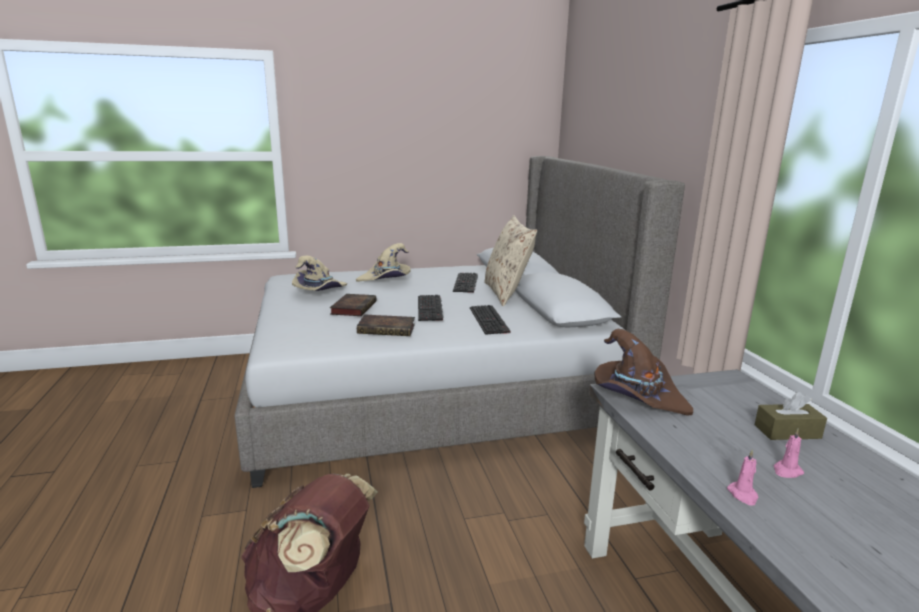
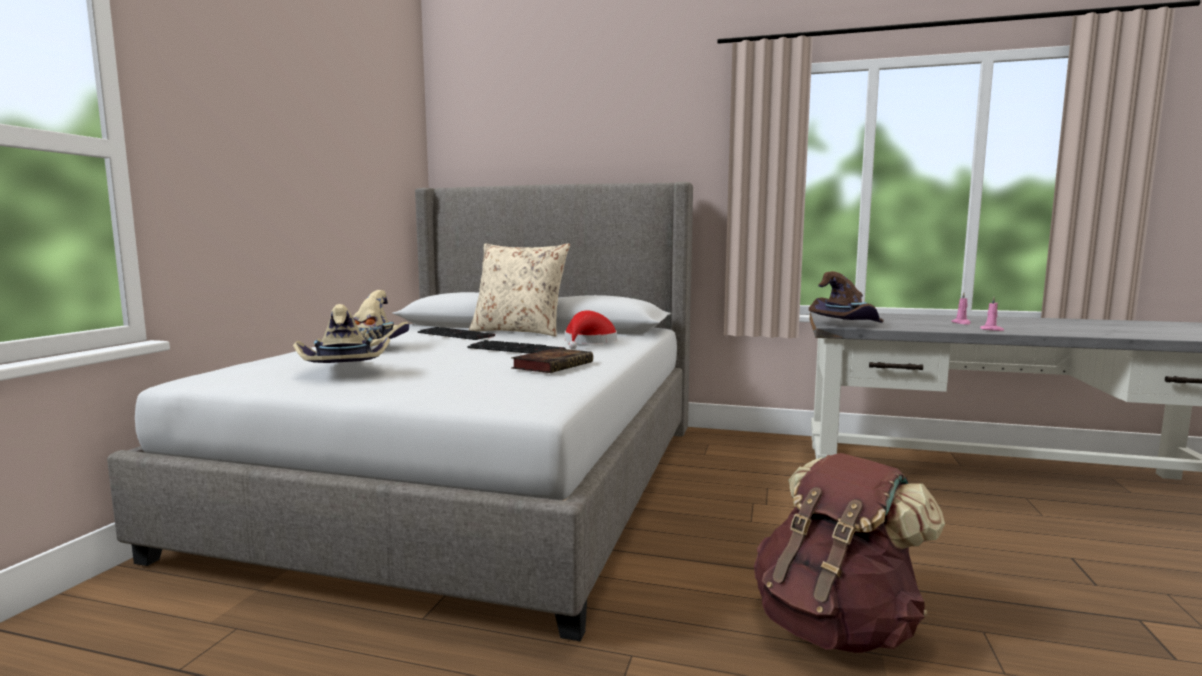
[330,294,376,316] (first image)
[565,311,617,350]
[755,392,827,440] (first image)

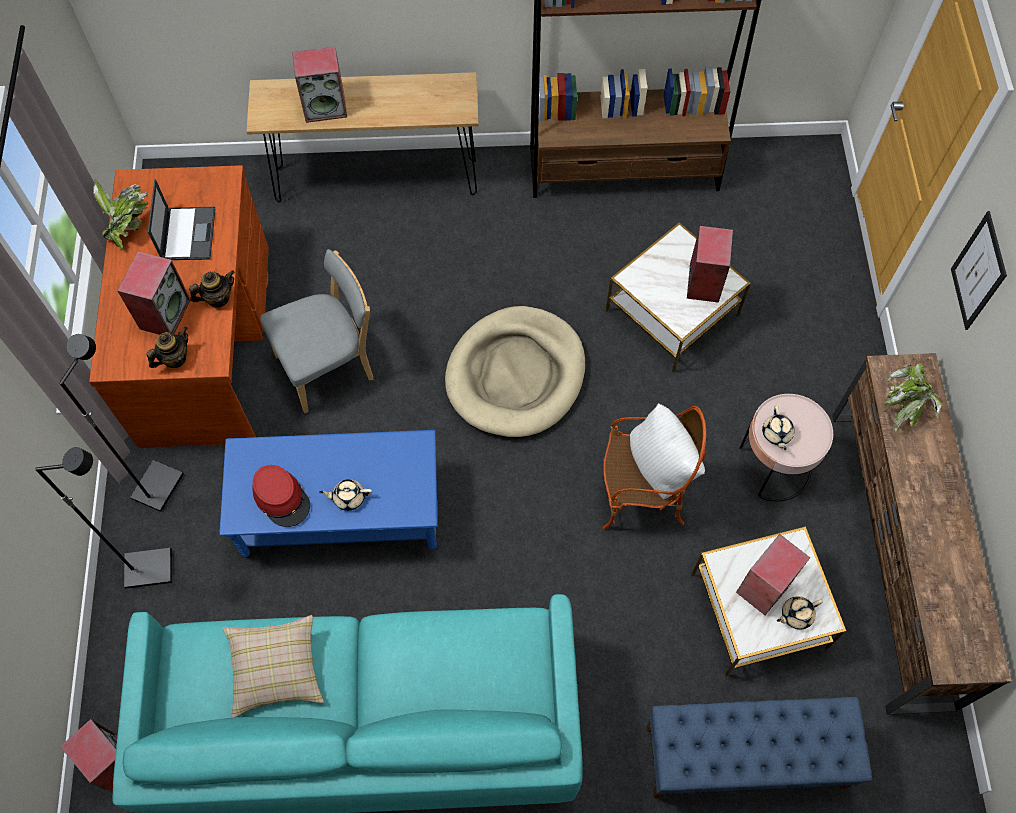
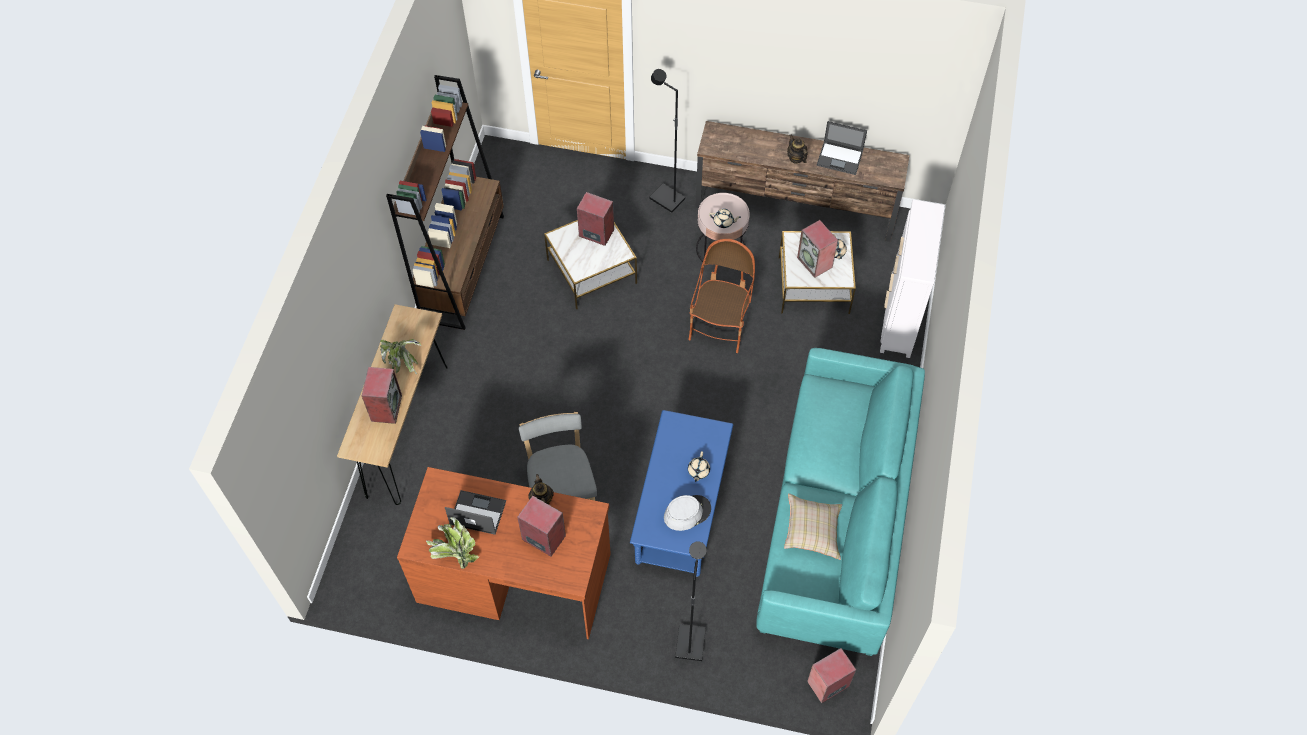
[649,69,685,213]
[787,134,808,164]
[664,495,711,531]
[445,306,585,438] (first image)
[630,403,705,499] (first image)
[880,200,945,358]
[380,339,421,374]
[951,211,1007,330] (first image)
[817,121,867,175]

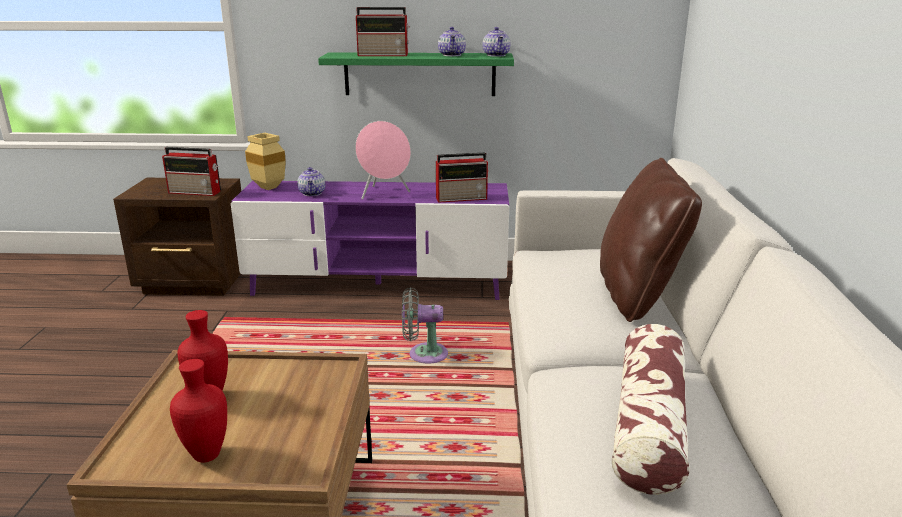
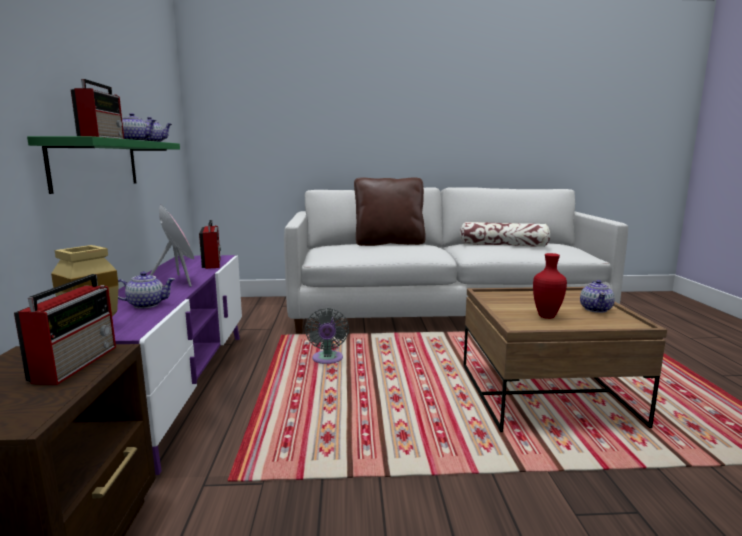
[580,280,615,313]

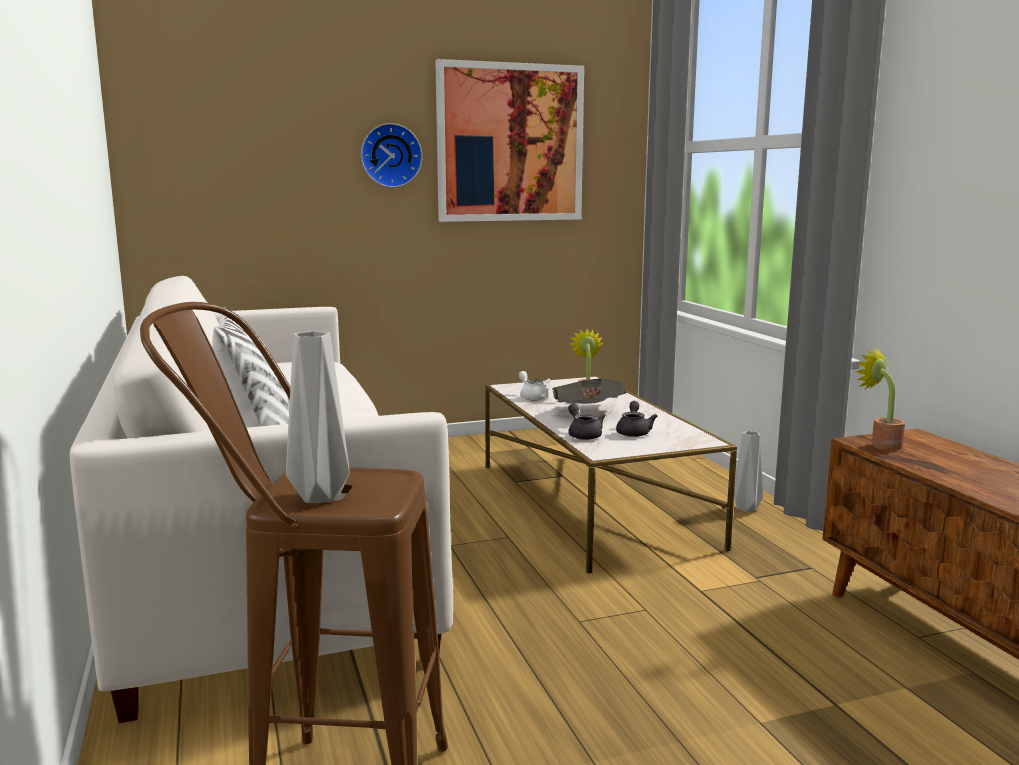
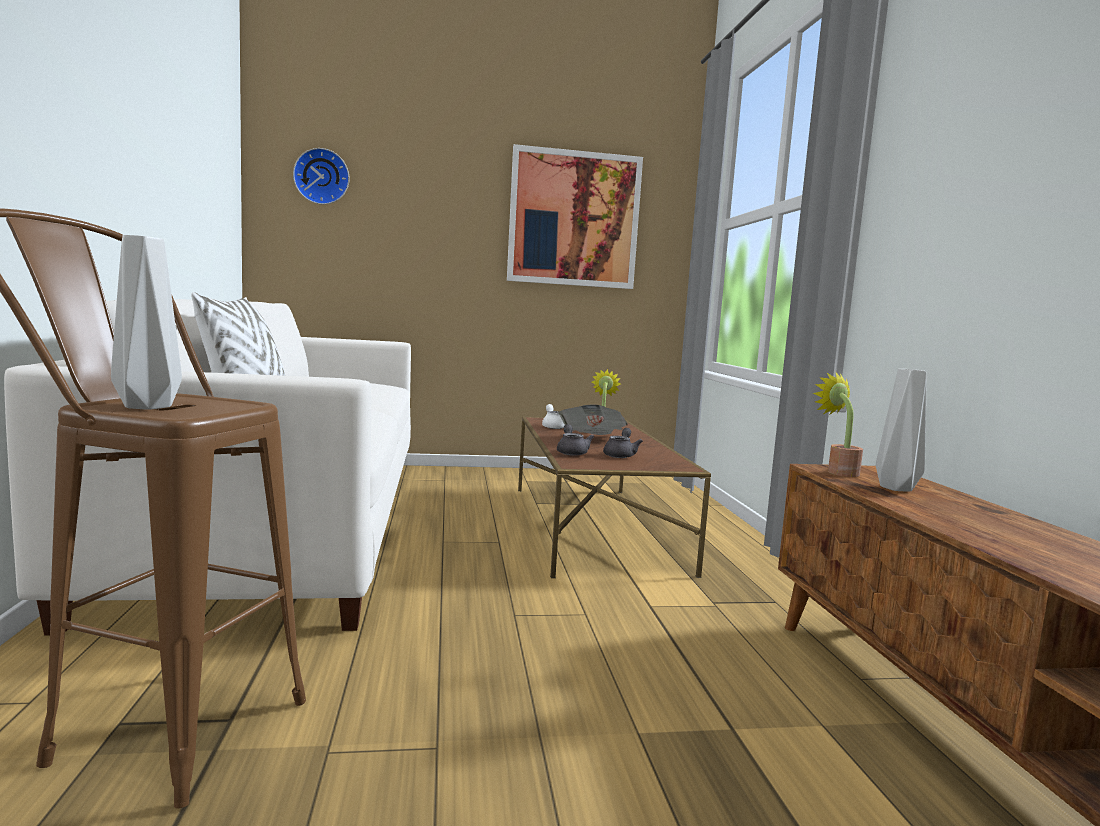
[293,148,350,205]
[518,417,711,578]
[876,369,927,492]

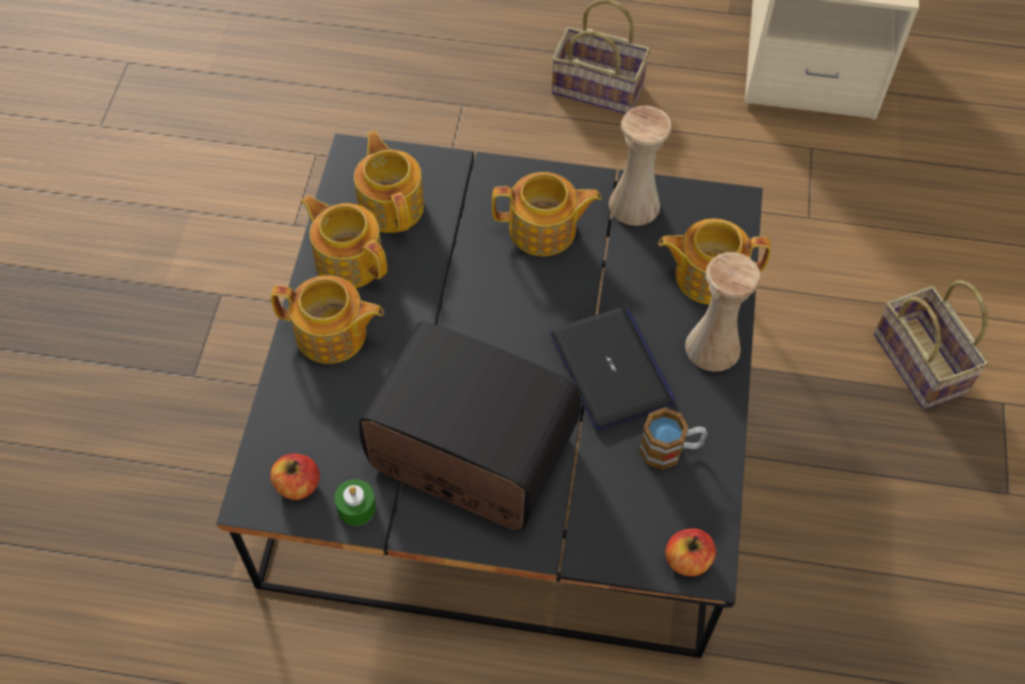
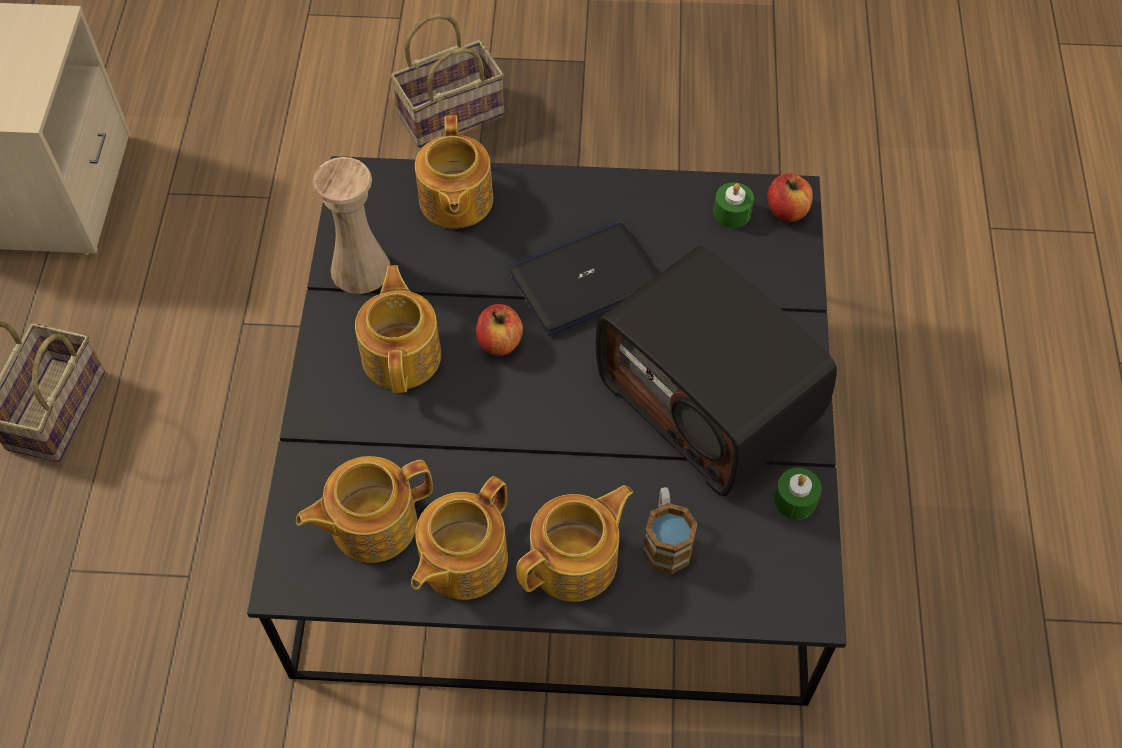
[476,304,523,355]
[516,485,633,602]
[596,246,837,496]
[643,487,698,575]
[685,252,761,372] (first image)
[713,182,754,228]

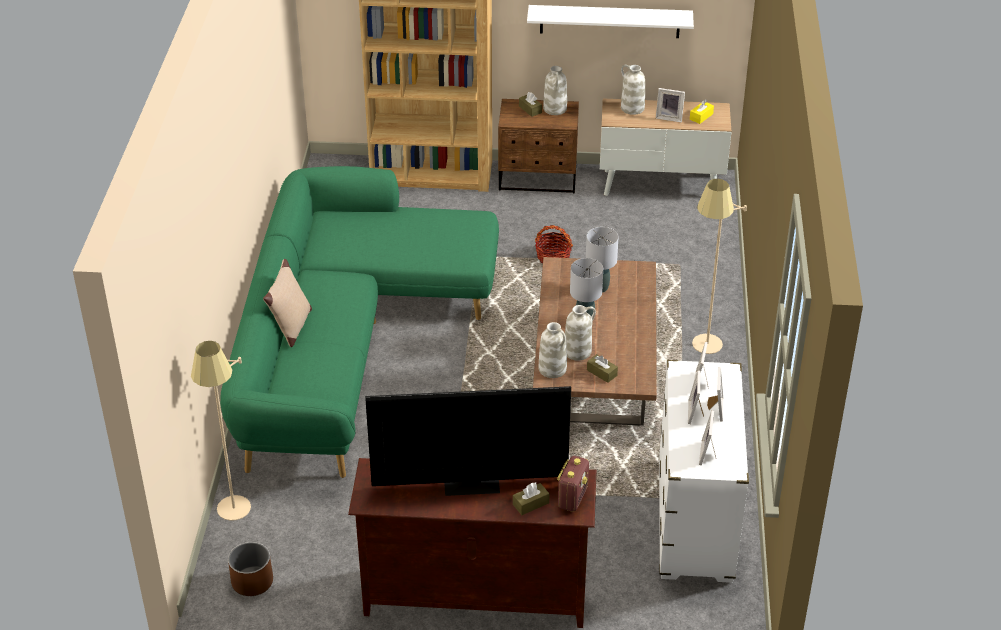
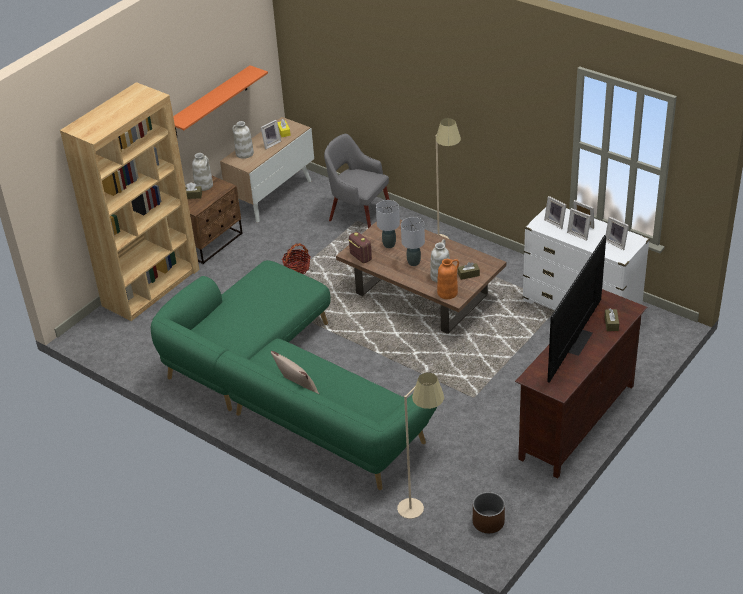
[173,65,268,135]
[437,259,459,299]
[348,232,372,263]
[324,134,390,228]

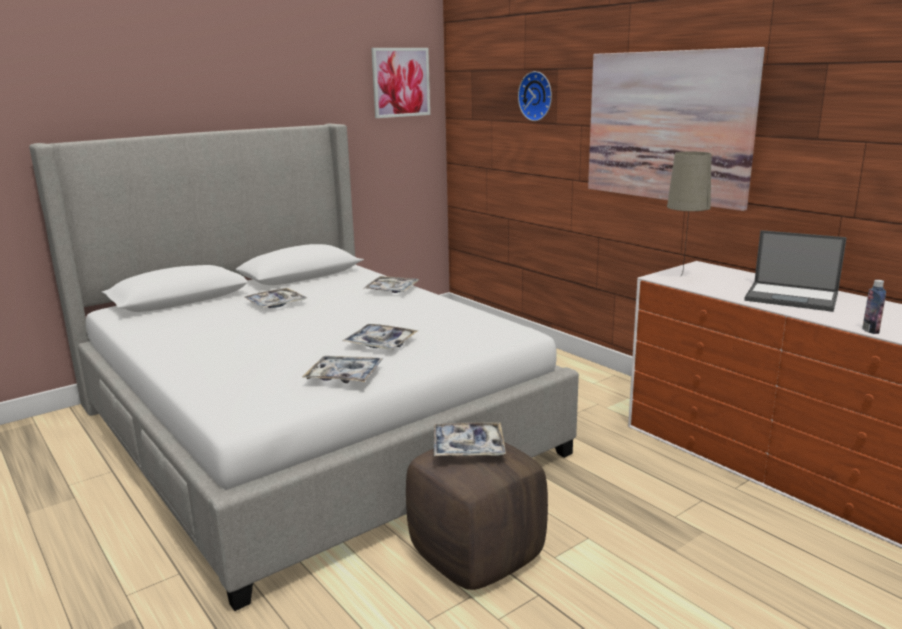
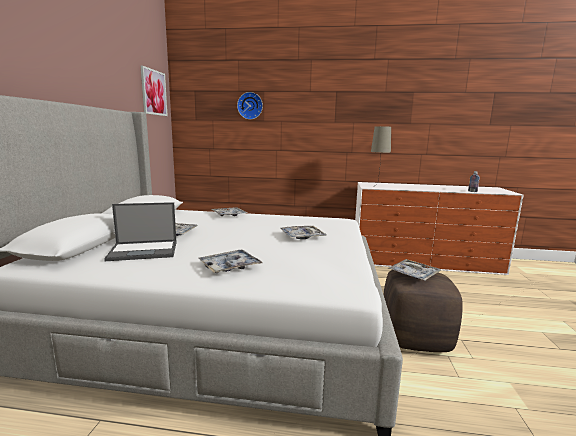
[199,249,262,273]
[588,47,765,211] (first image)
[104,202,177,261]

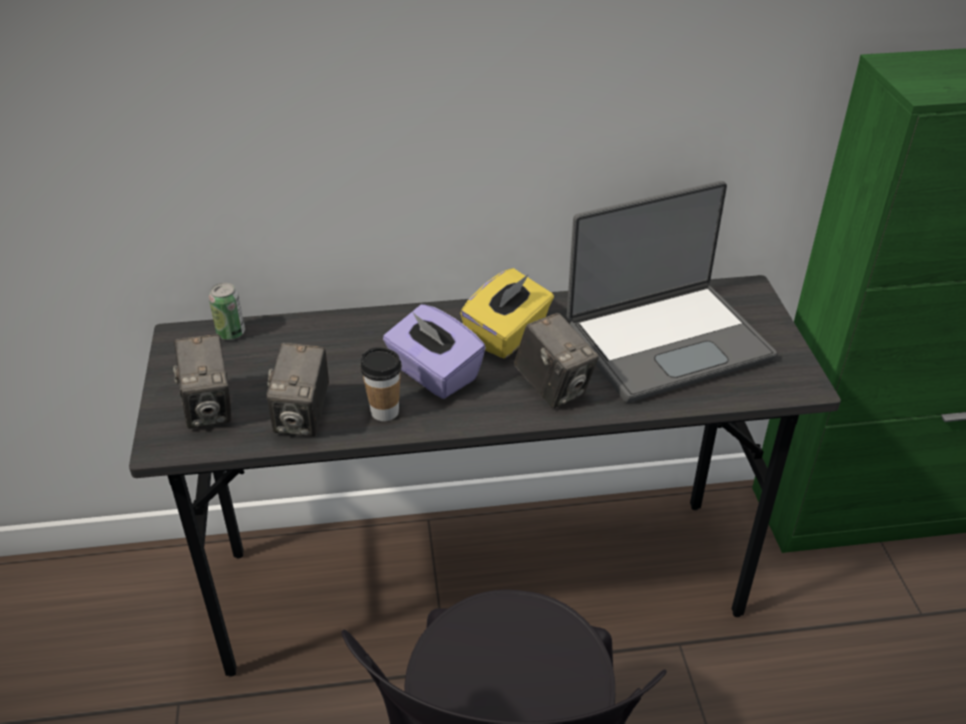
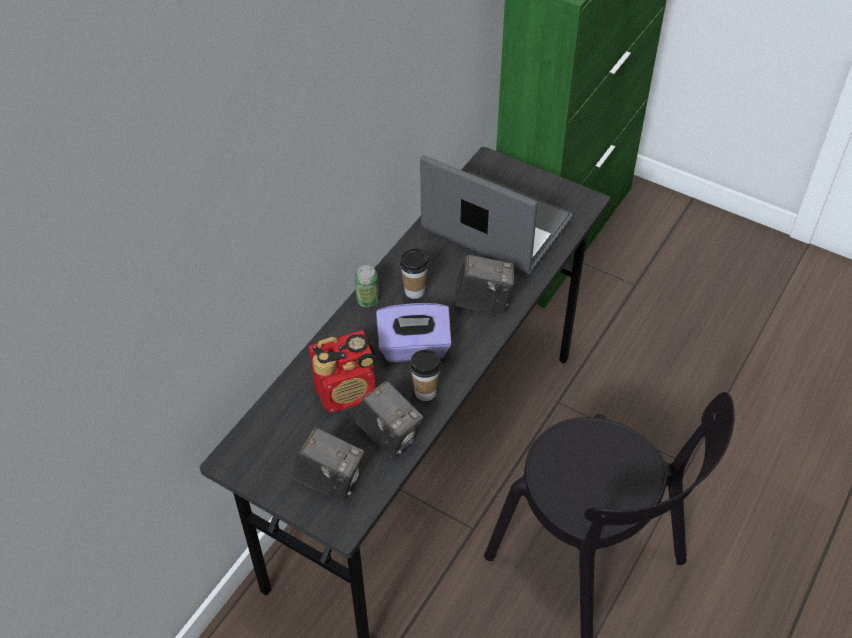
[355,265,379,307]
[400,249,429,299]
[420,155,573,274]
[309,330,375,413]

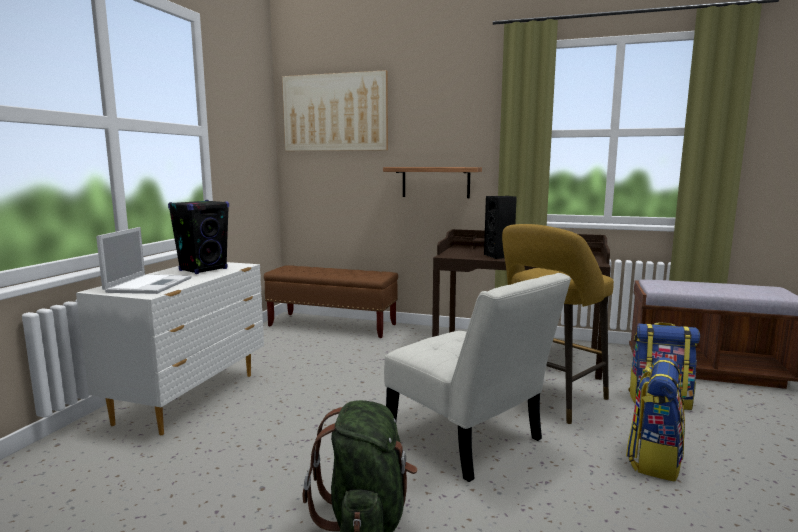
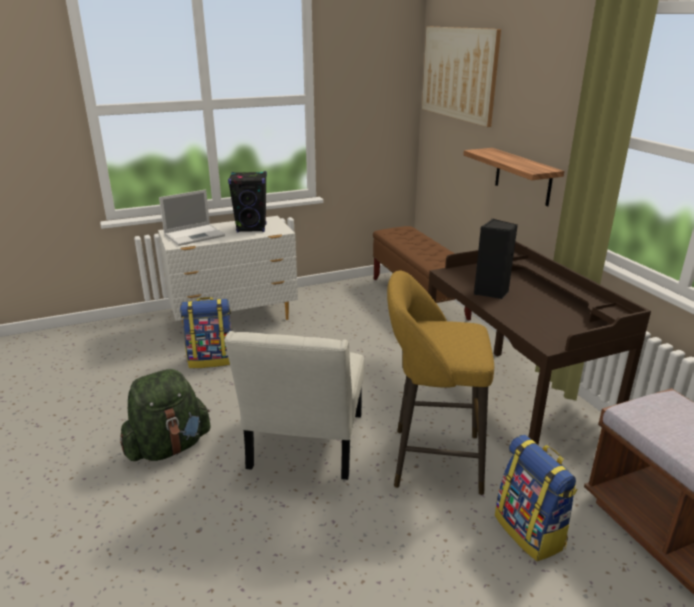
[180,297,232,368]

